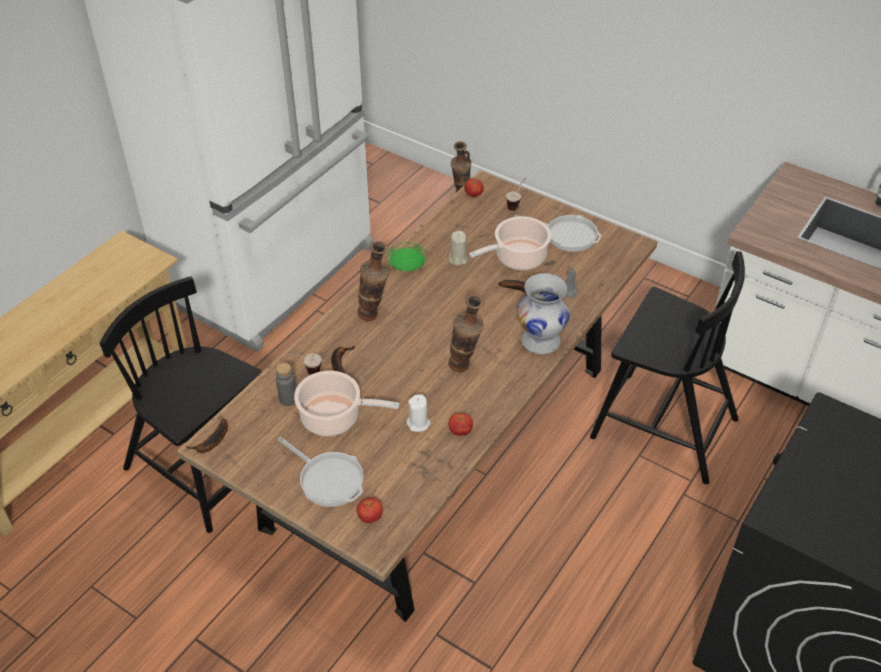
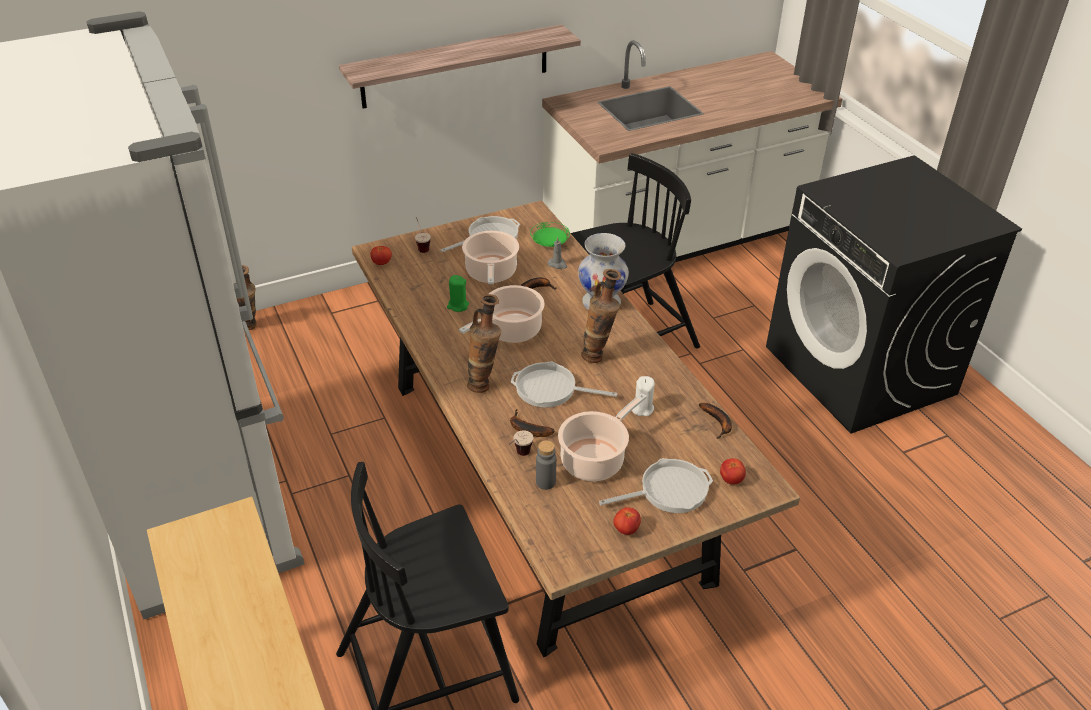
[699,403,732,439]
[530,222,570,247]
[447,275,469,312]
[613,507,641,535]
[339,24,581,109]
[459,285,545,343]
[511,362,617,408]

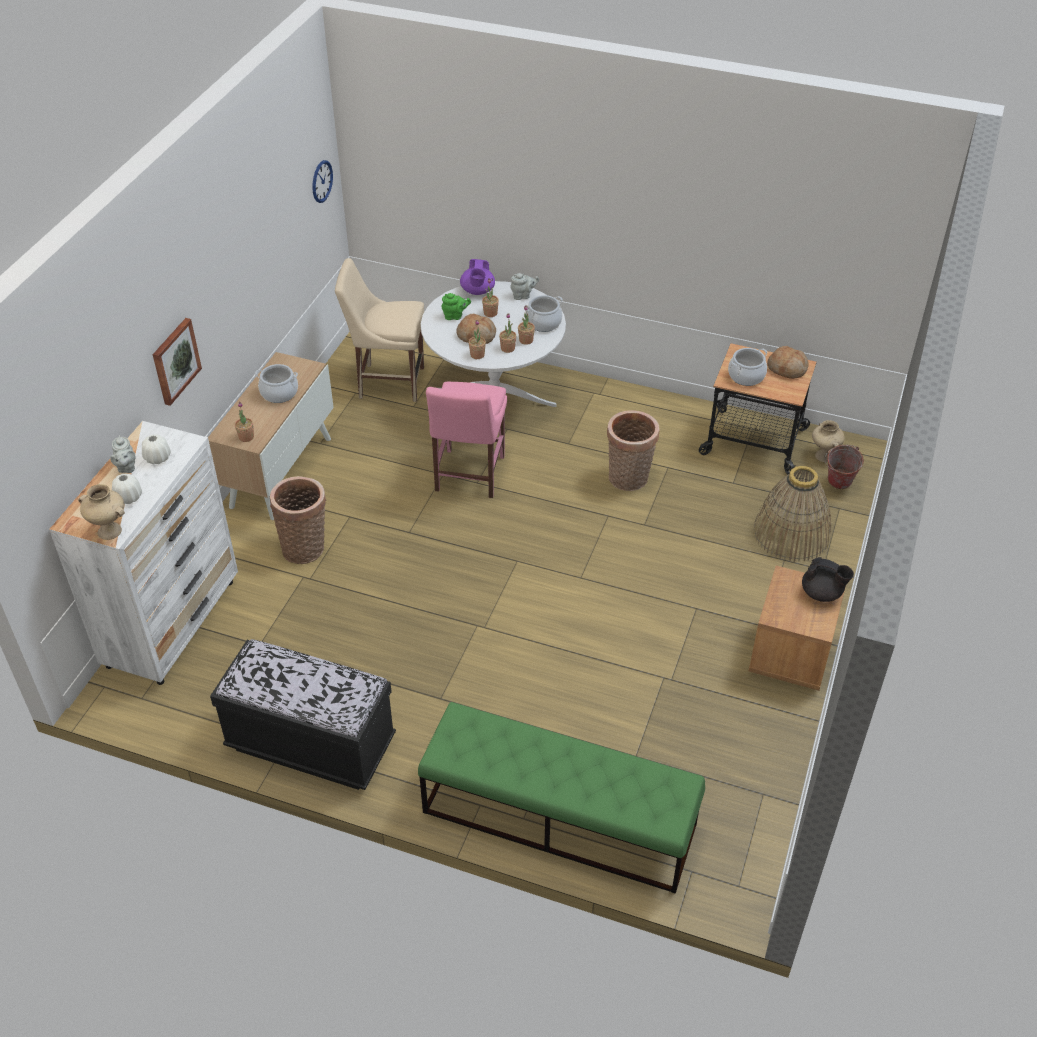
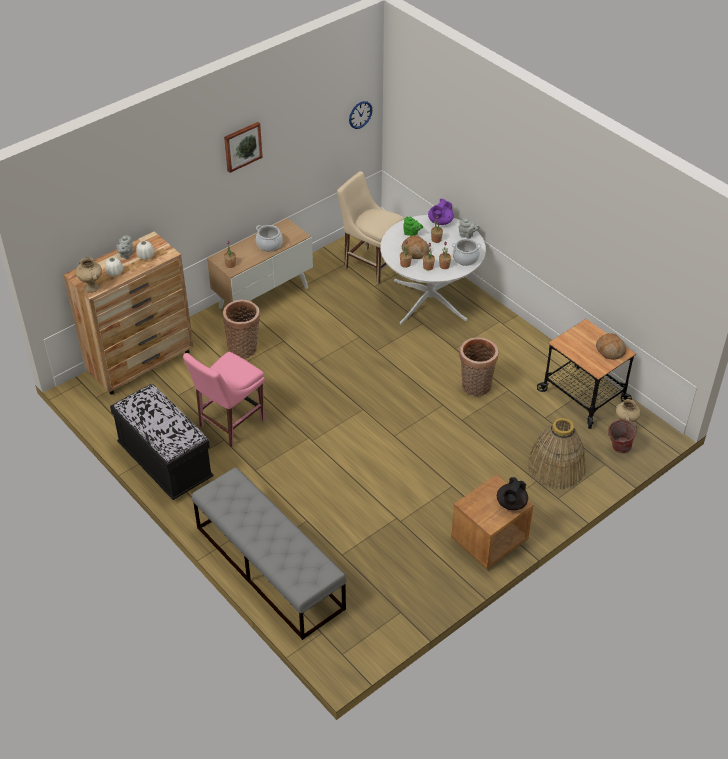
[64,231,194,395]
[224,122,263,173]
[192,467,347,640]
[183,352,265,447]
[728,348,768,386] (first image)
[497,477,528,510]

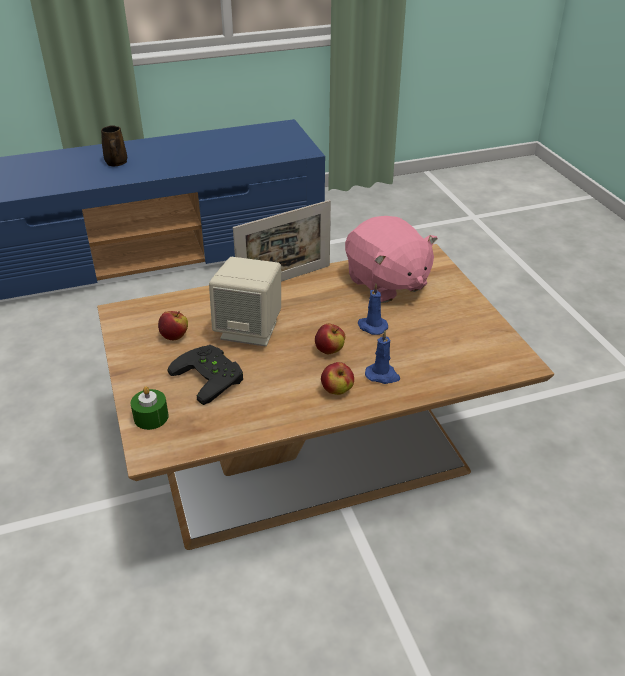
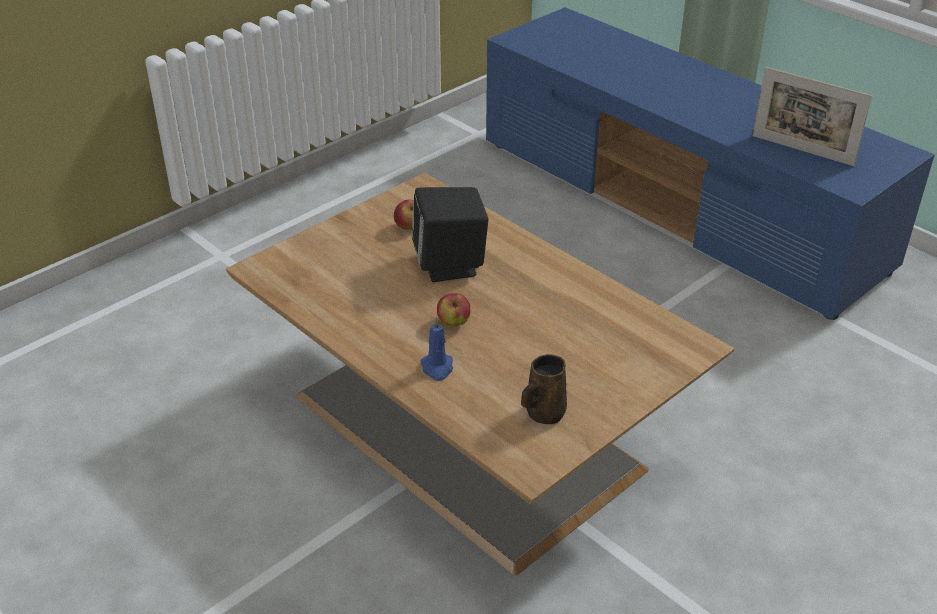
[521,354,567,424]
[131,386,169,430] (first image)
[168,345,243,405] (first image)
[412,187,488,282]
[753,67,872,166]
[321,362,354,395] (first image)
[345,216,438,303] (first image)
[358,284,388,335] (first image)

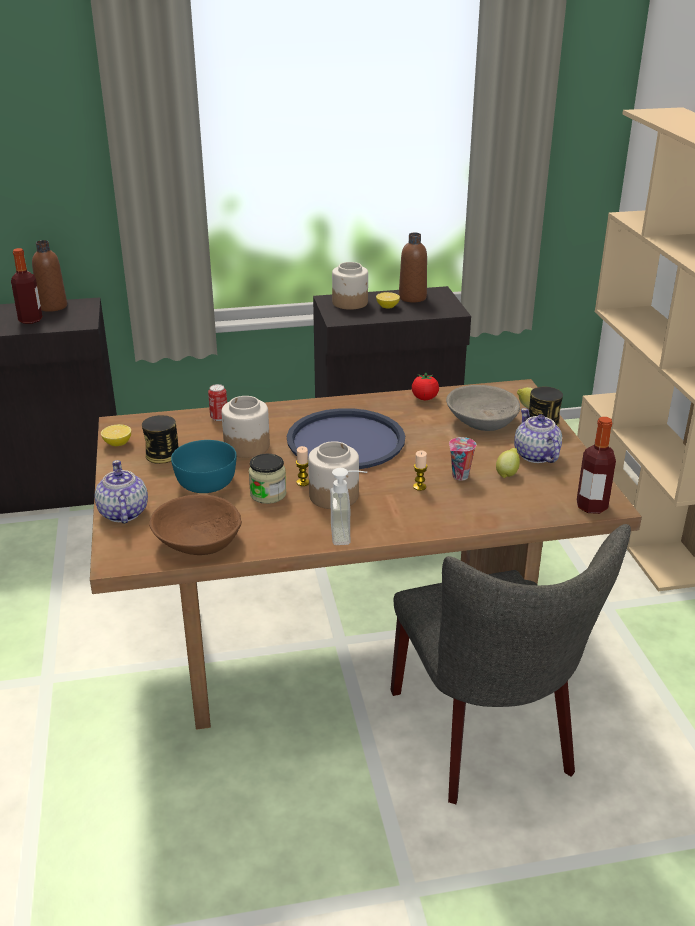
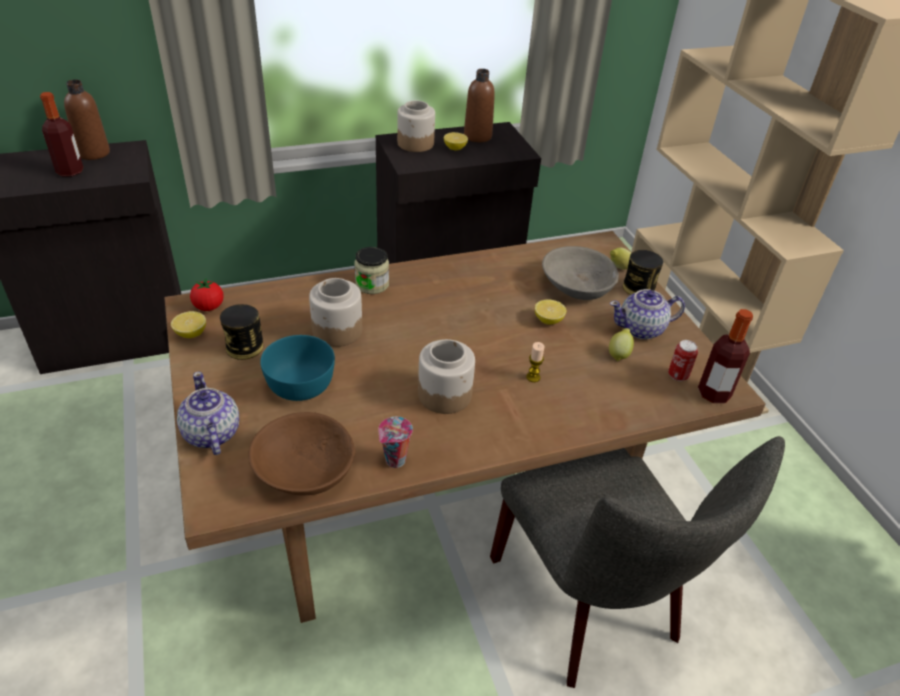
[668,340,698,381]
[354,247,389,294]
[287,408,405,469] (first image)
[296,446,309,486] (first image)
[330,468,367,545] (first image)
[190,278,224,311]
[378,417,413,468]
[610,289,685,339]
[535,299,566,325]

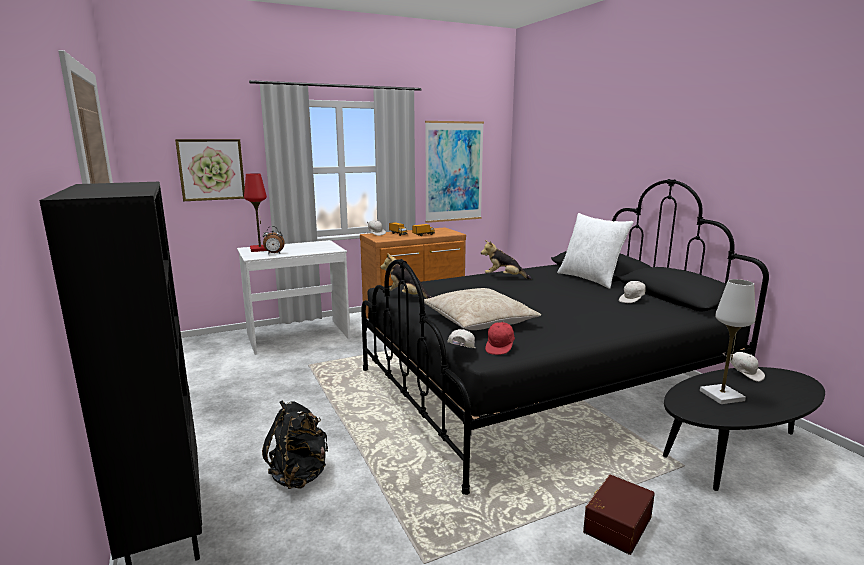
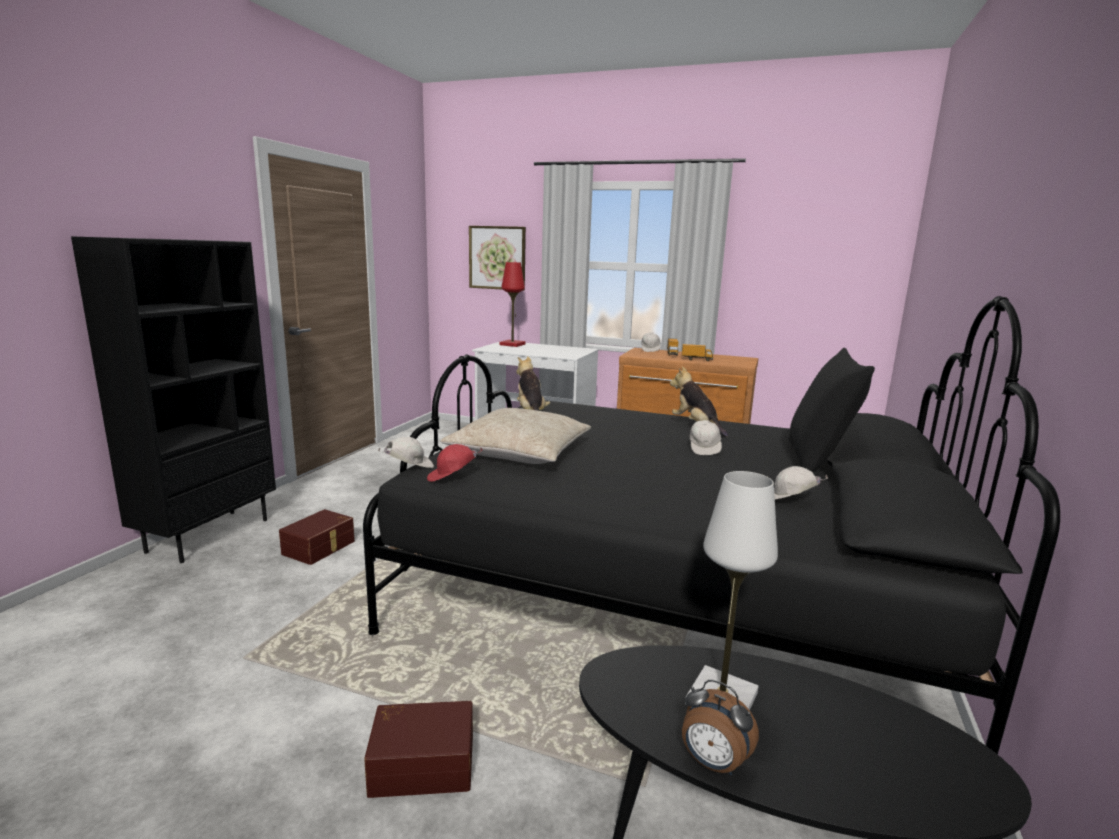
[279,509,355,565]
[682,680,759,775]
[425,121,484,223] (first image)
[789,348,875,472]
[689,420,722,455]

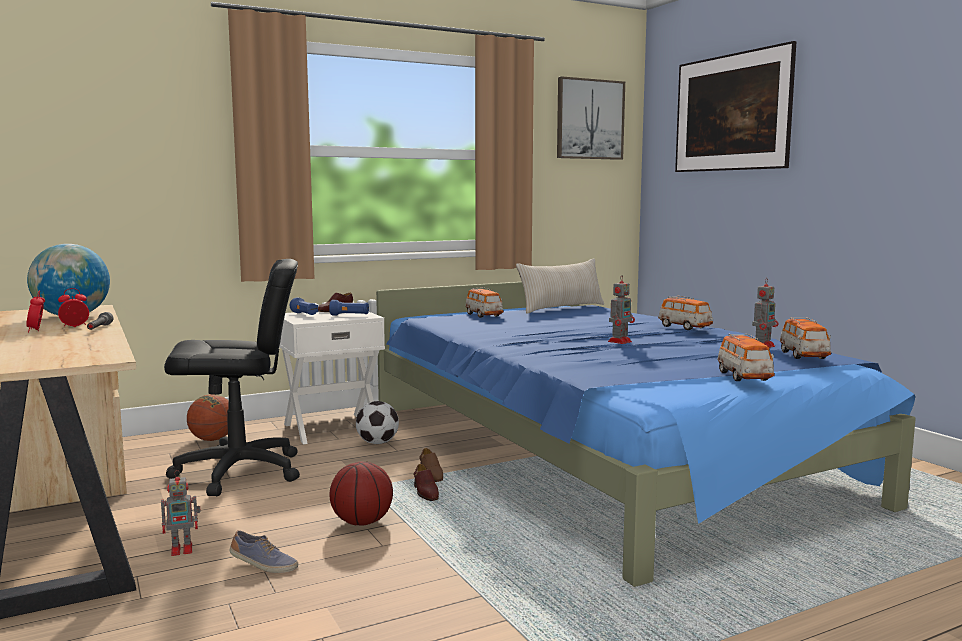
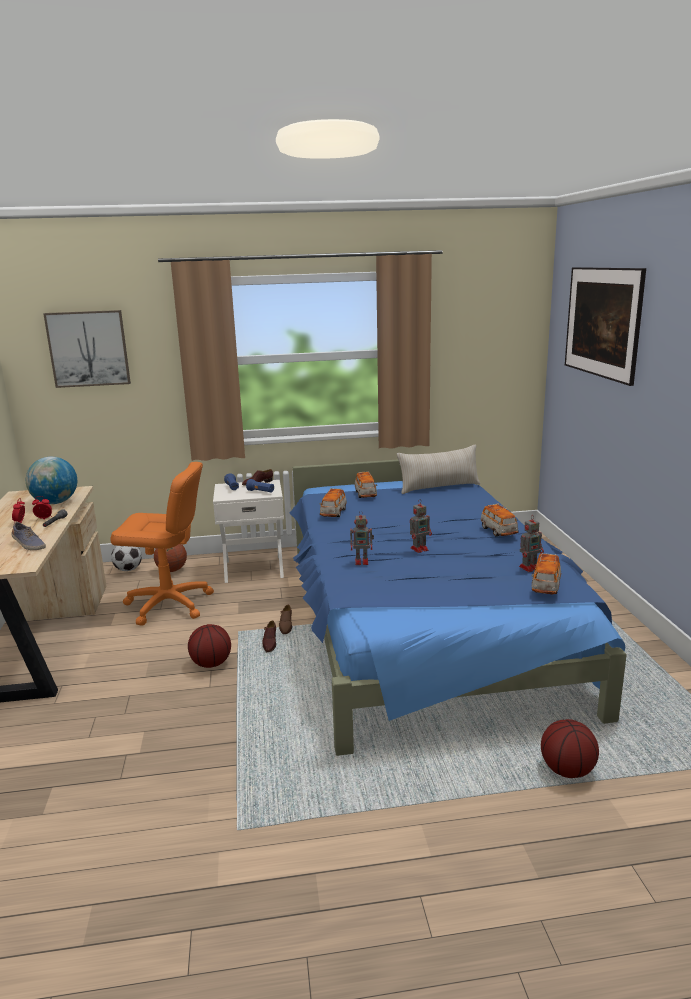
[350,510,374,565]
[110,462,214,626]
[11,522,46,550]
[111,546,142,571]
[43,310,131,388]
[320,488,347,517]
[541,719,599,778]

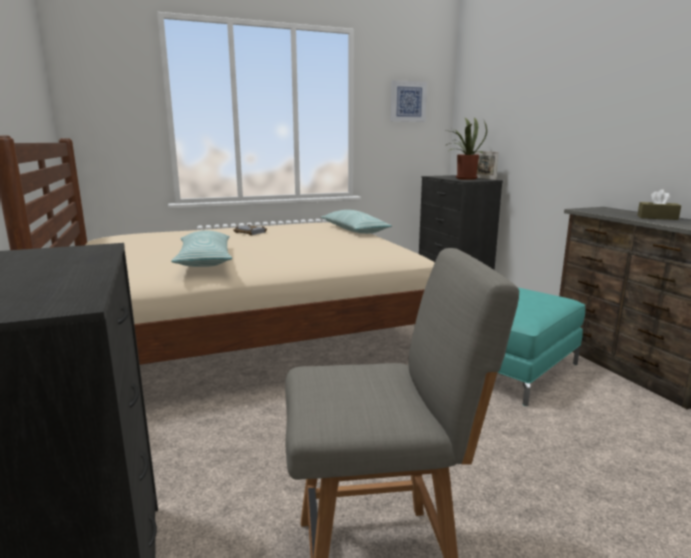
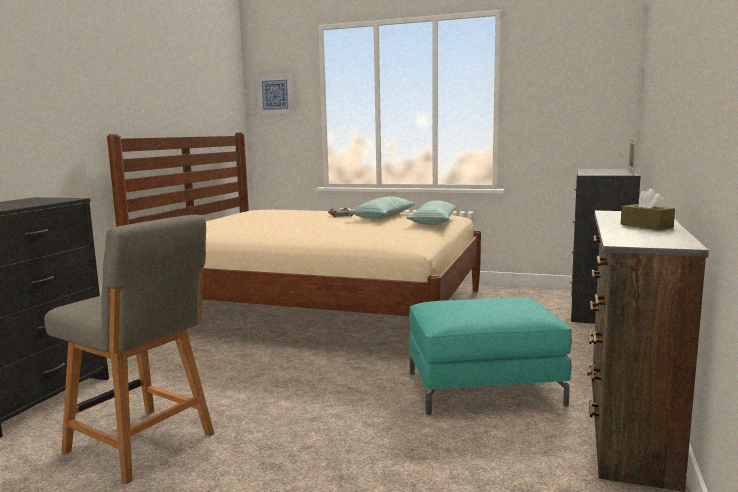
[348,196,416,220]
[256,74,294,115]
[449,118,487,180] (first image)

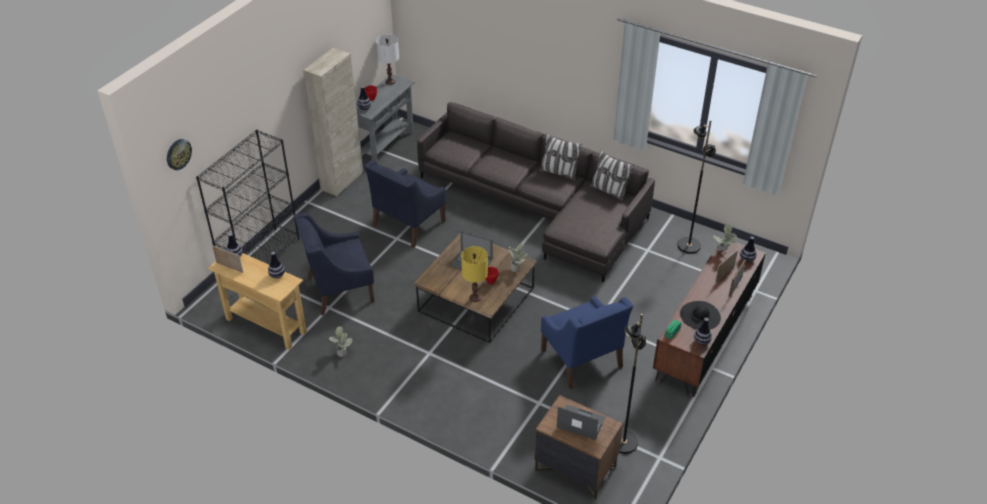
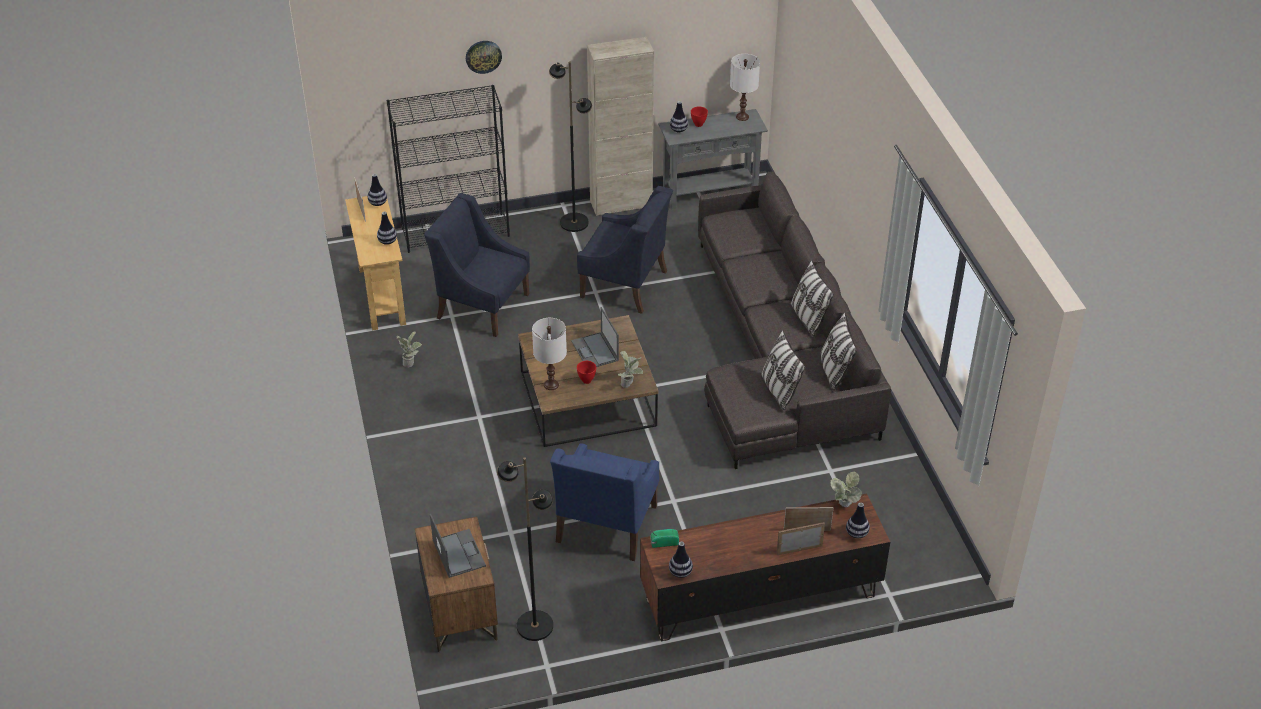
[466,41,502,74]
[577,186,673,314]
[532,318,567,390]
[549,61,592,232]
[680,301,721,329] (first image)
[761,330,806,411]

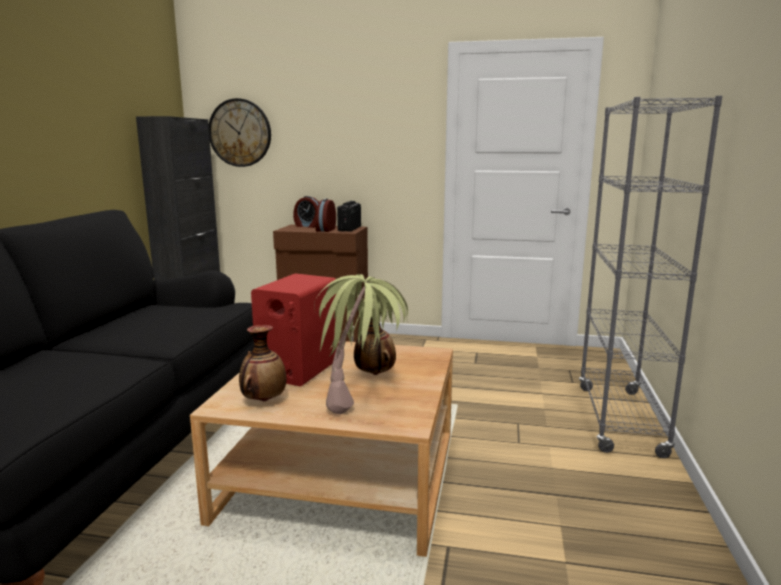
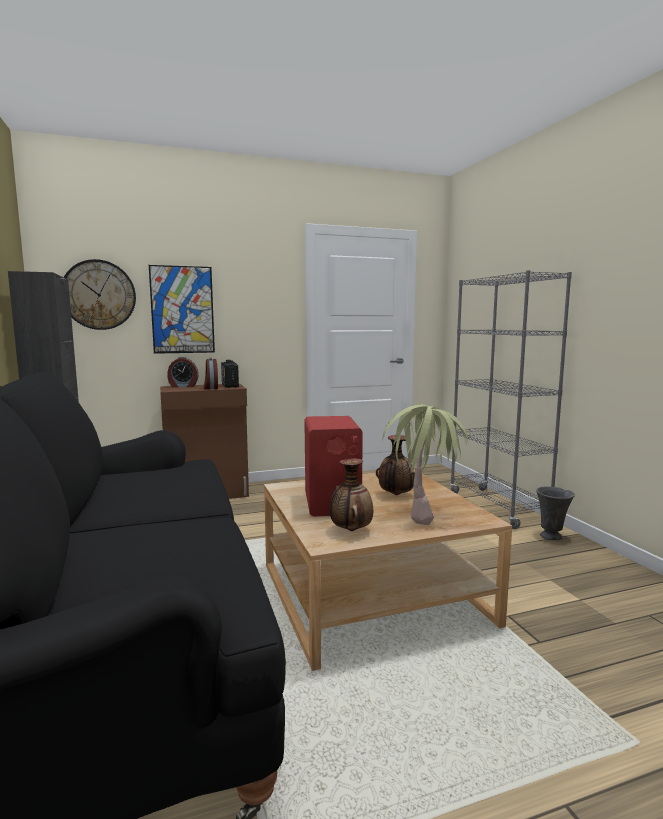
[149,265,215,354]
[536,487,575,540]

